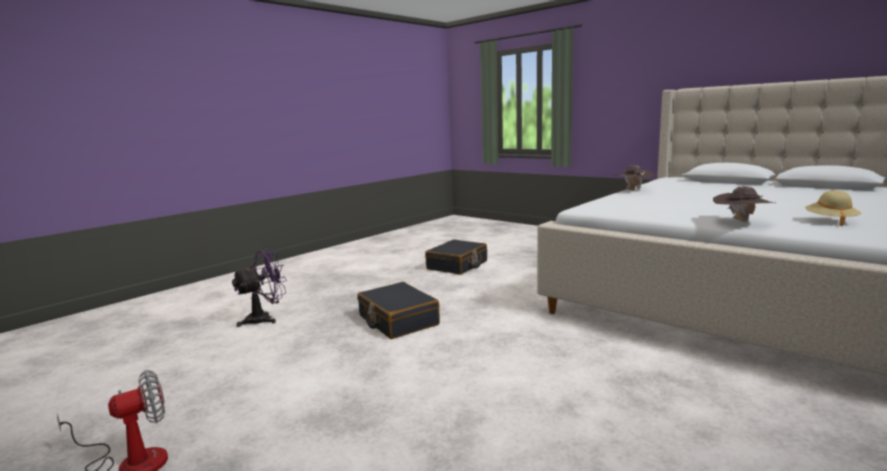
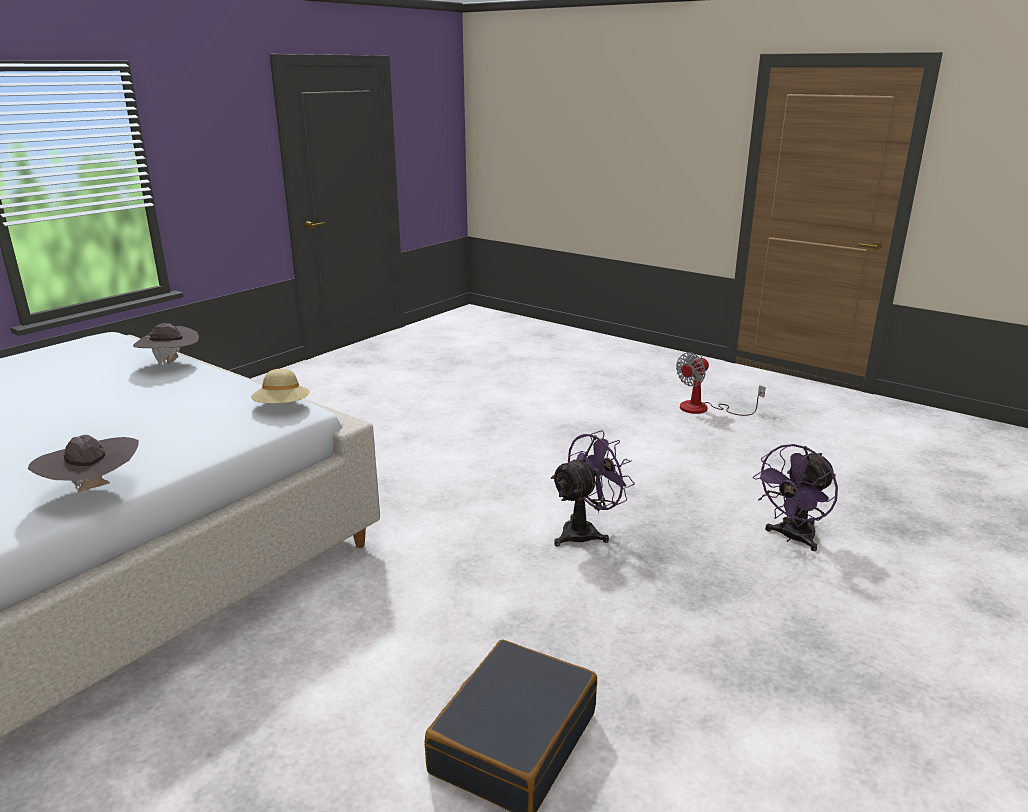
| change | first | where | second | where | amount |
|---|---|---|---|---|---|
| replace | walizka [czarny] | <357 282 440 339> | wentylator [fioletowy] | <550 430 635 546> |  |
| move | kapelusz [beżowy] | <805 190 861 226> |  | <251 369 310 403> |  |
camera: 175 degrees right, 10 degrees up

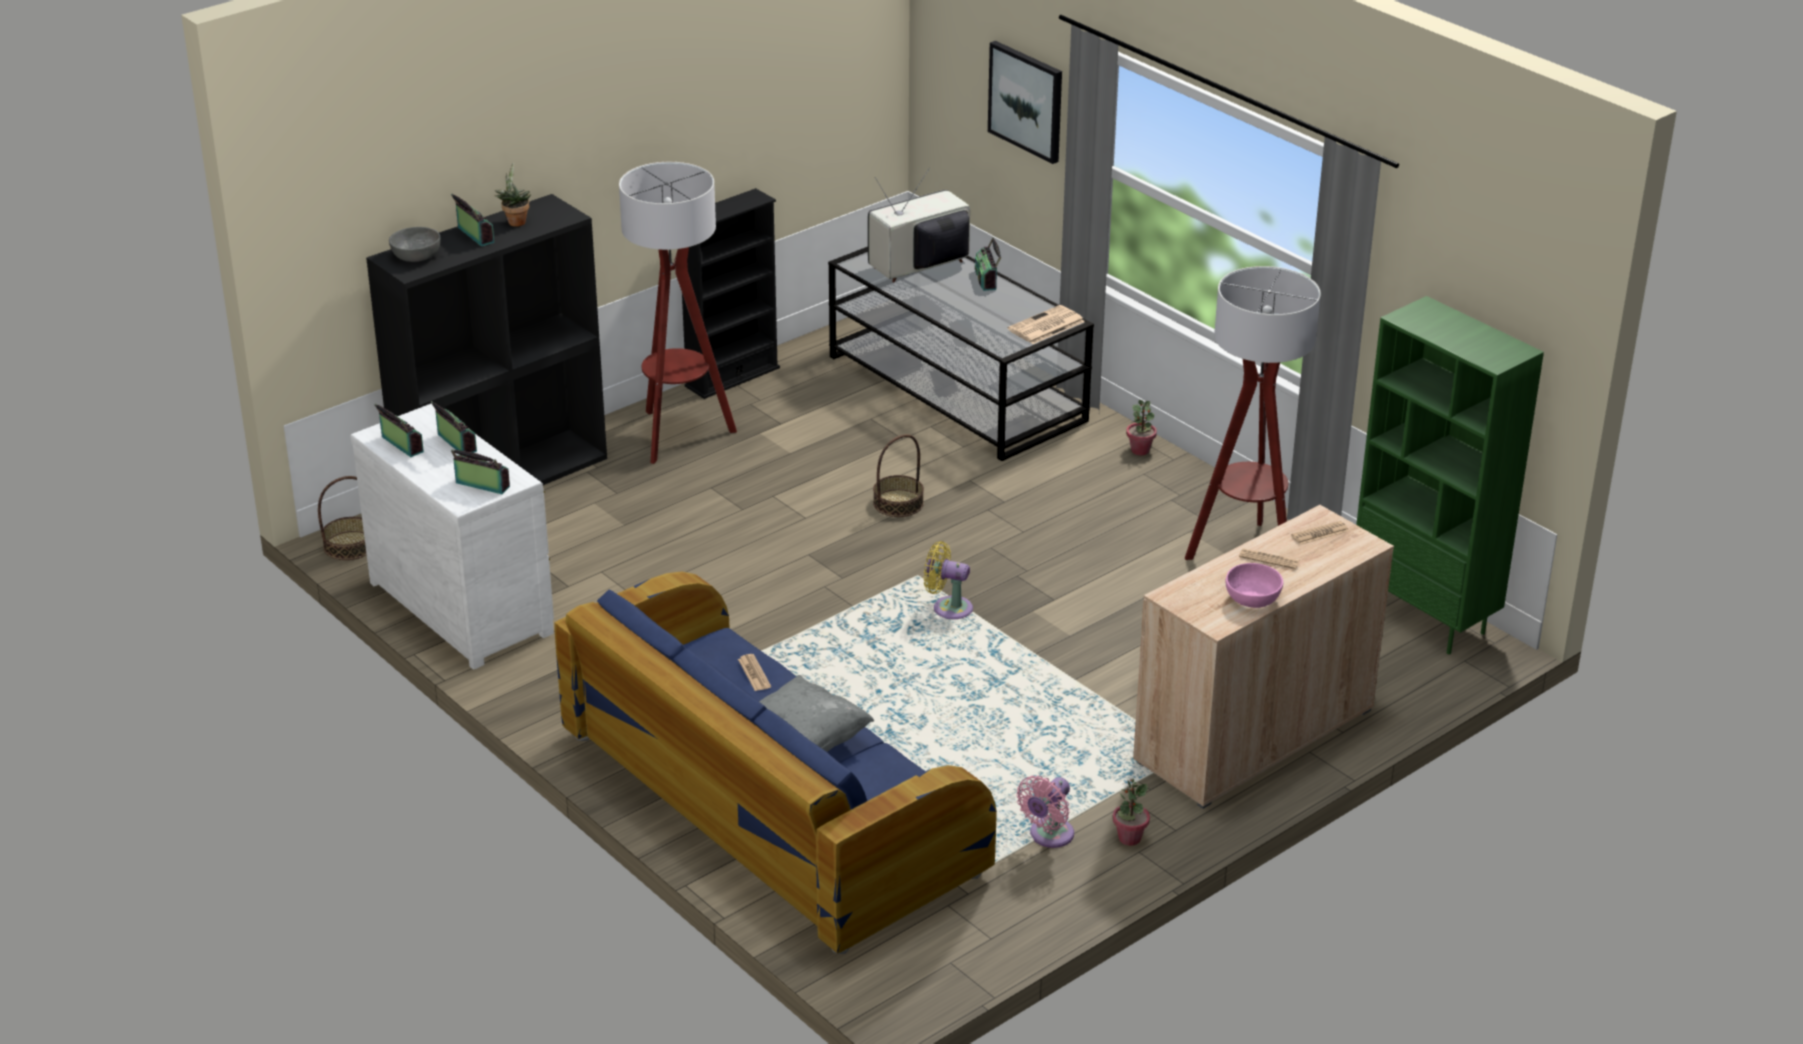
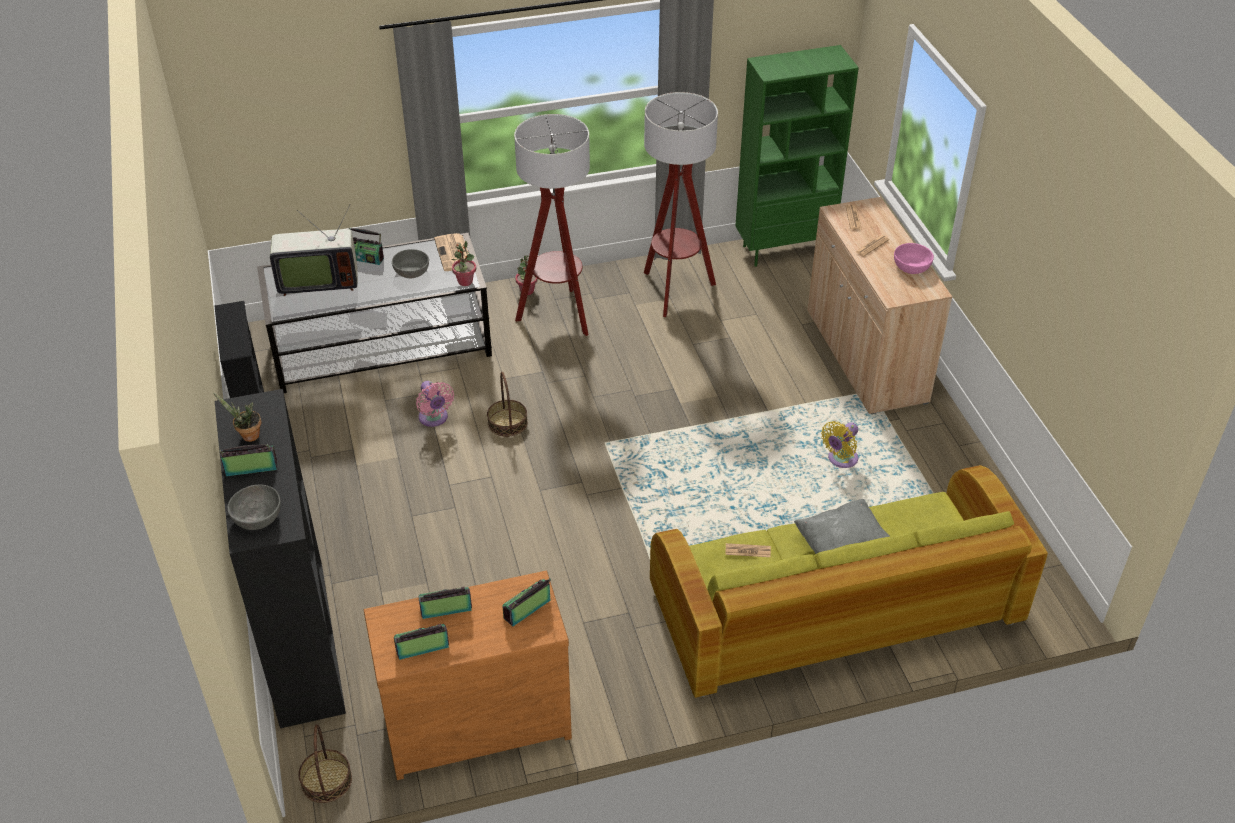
| change | first | where | second | where | amount |
|---|---|---|---|---|---|
| recolor | komoda [biały] | <350 404 554 670> | komoda [brązowy] | <364 570 572 780> |  |
| recolor | kanapa [niebieski] | <554 571 997 954> | kanapa [zielony] | <650 465 1048 698> |  |
| move | lampa stojąca | <619 162 737 464> |  | <514 114 590 336> |  |
| rotate | telewizor | <868 167 970 283> |  | <270 204 357 296> | 90 degrees counterclockwise |
| move | wentylator [żółty] | <923 541 973 619> |  | <821 421 858 468> |  |
| delete | obraz | <988 41 1062 164> |  |  |  |
| move | wentylator [różowy] | <1016 776 1074 848> |  | <416 381 454 427> |  |
| move | roślina doniczkowa | <1112 779 1150 846> |  | <451 241 476 286> |  |
| insert |  |  | miska [szary] | <392 249 429 278> |  |
camera: 65 degrees left, 10 degrees up

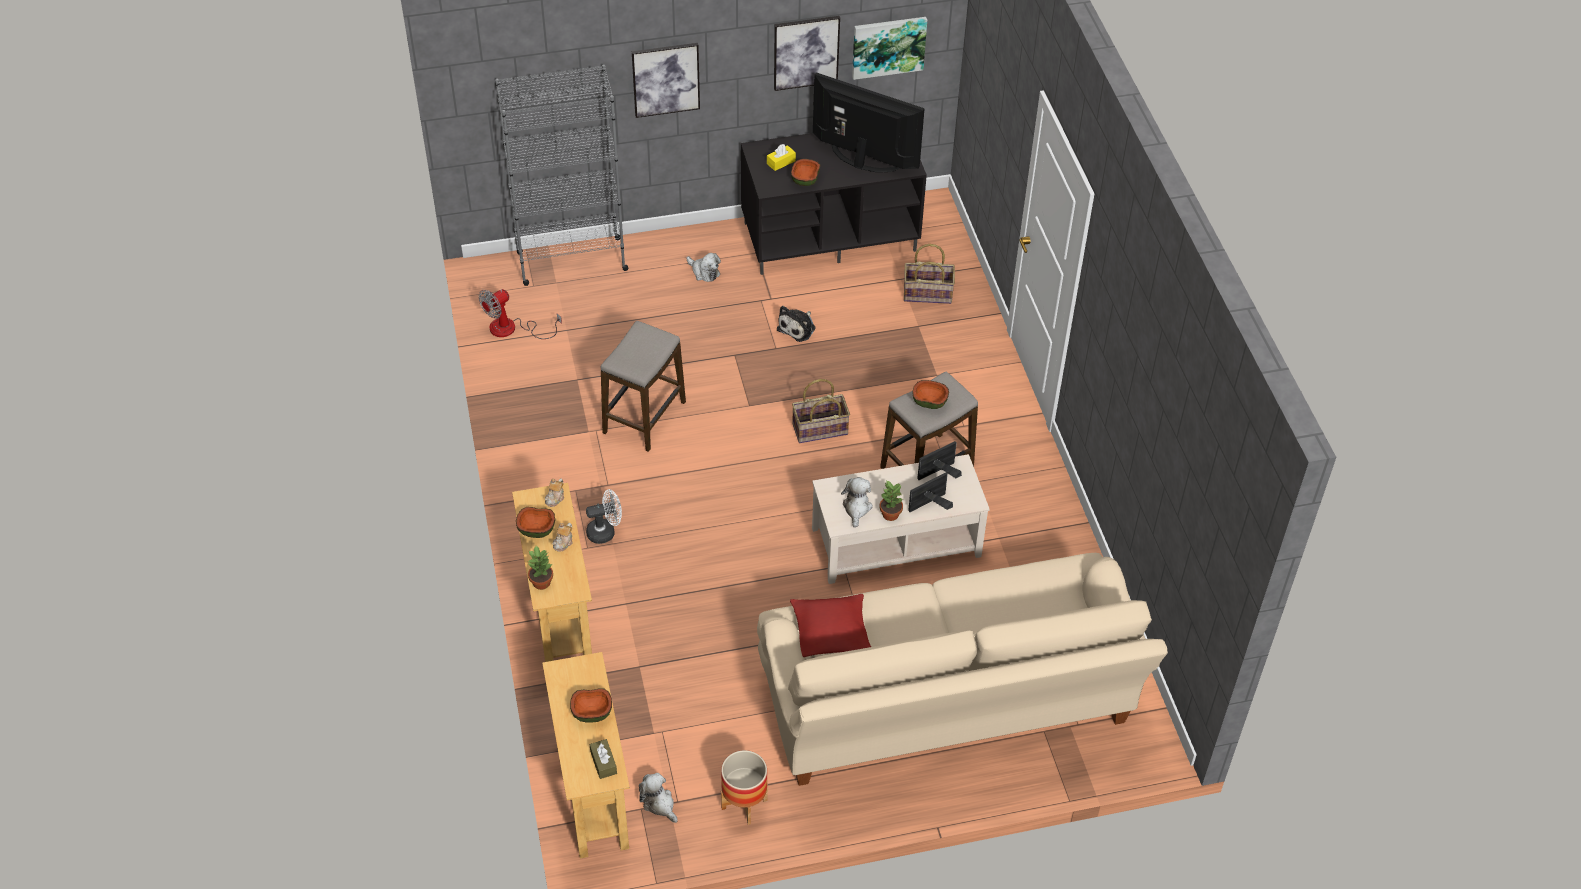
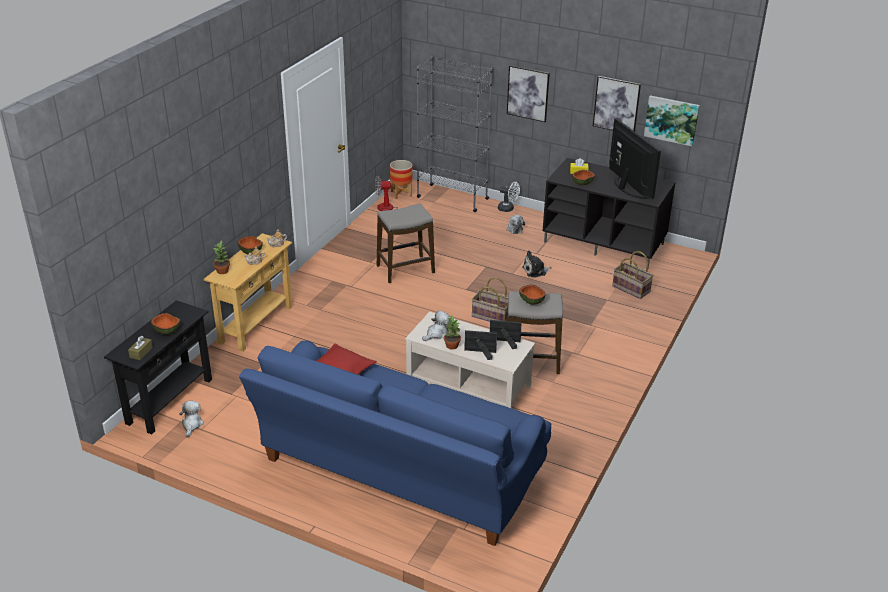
| change | first | where | second | where | amount |
|---|---|---|---|---|---|
| recolor | stolik konsolowy [beżowy] | <542 652 630 859> | stolik konsolowy [czarny] | <104 300 212 435> |  |
| move | wentylator [biały] | <586 489 622 544> |  | <498 182 520 212> |  |
| move | donica | <721 750 768 825> |  | <390 160 413 199> |  |
| recolor | kanapa [beżowy] | <757 553 1168 786> | kanapa [niebieski] | <239 340 551 546> |  |
camera: 40 degrees right, 15 degrees down

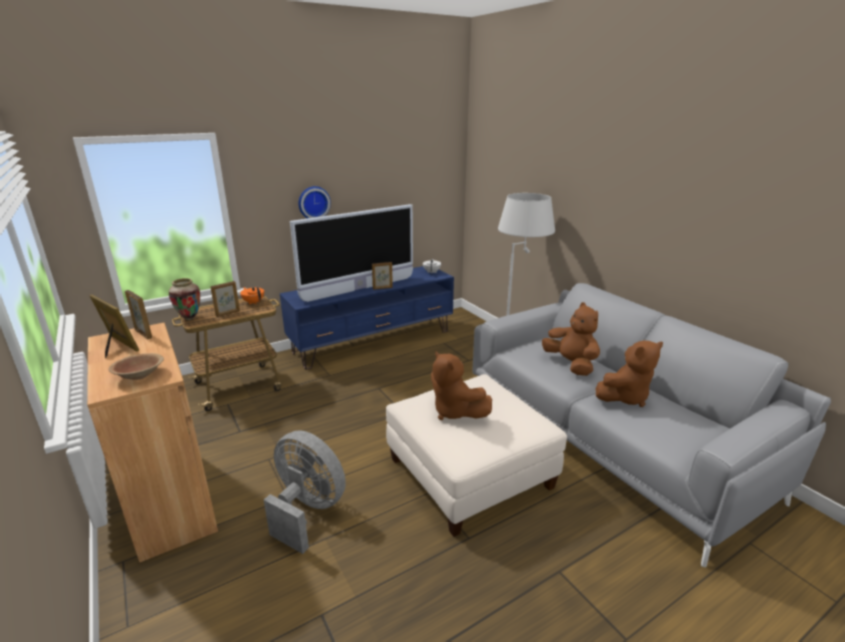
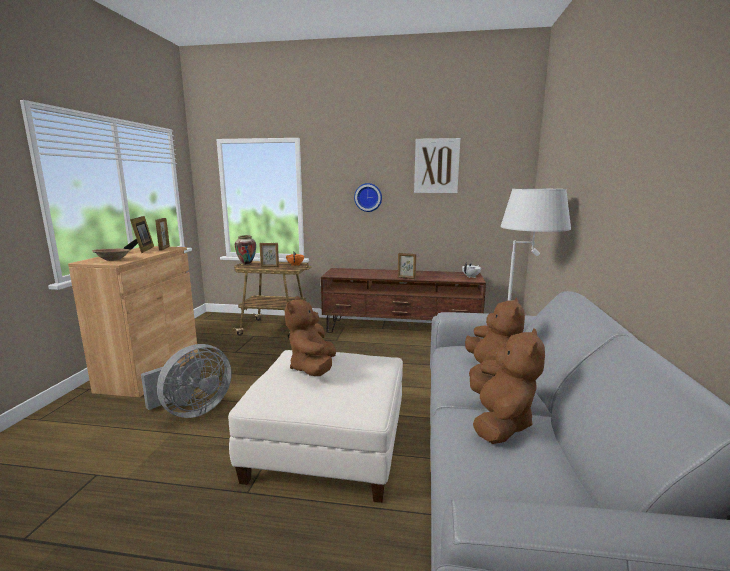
| change | first | where | second | where | amount |
|---|---|---|---|---|---|
| rotate | wentylator [szary] | <264 430 346 554> |  | <141 344 232 418> | 60 degrees clockwise |
| recolor | szafka pod telewizor [niebieski] | <280 266 454 370> | szafka pod telewizor [brązowy] | <321 268 486 333> |  |
| delete | telewizor | <290 204 413 302> |  |  |  |
| rotate | pluszak [brązowy] | <596 340 663 407> |  | <470 328 545 444> | 90 degrees counterclockwise |
| insert |  |  | obraz | <414 138 460 193> |  |
camera: 40 degrees right, 10 degrees down

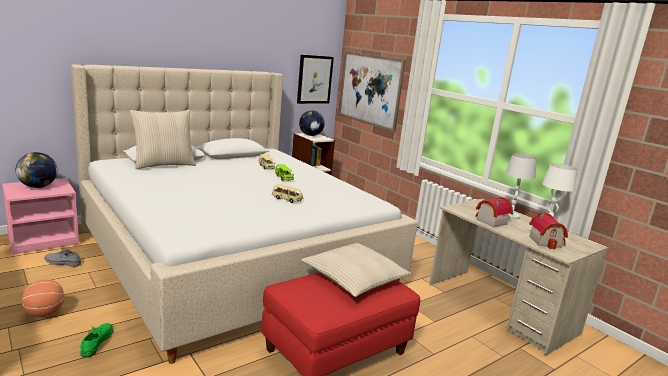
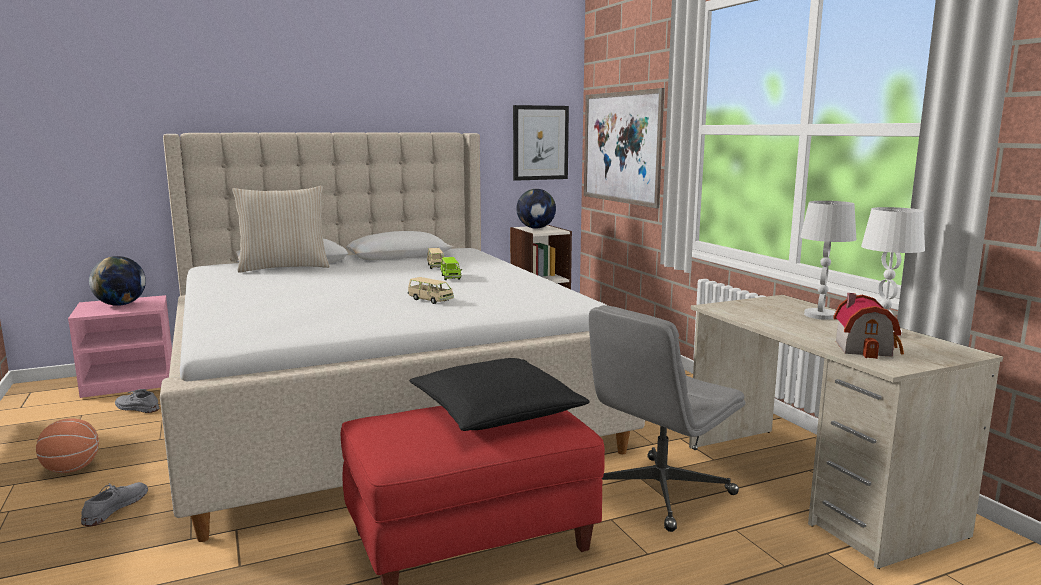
| change | first | where | second | where | amount |
|---|---|---|---|---|---|
| recolor | but [zielony] | <81 323 113 357> | but [szary] | <81 482 148 527> |  |
| recolor | poduszka [beżowy] | <301 243 411 297> | poduszka [czarny] | <409 358 590 431> |  |
| delete | domek | <475 197 513 227> |  |  |  |
| insert |  |  | krzesło biurowe [szary] | <589 305 745 532> |  |
camera: 15 degrees right, 5 degrees down

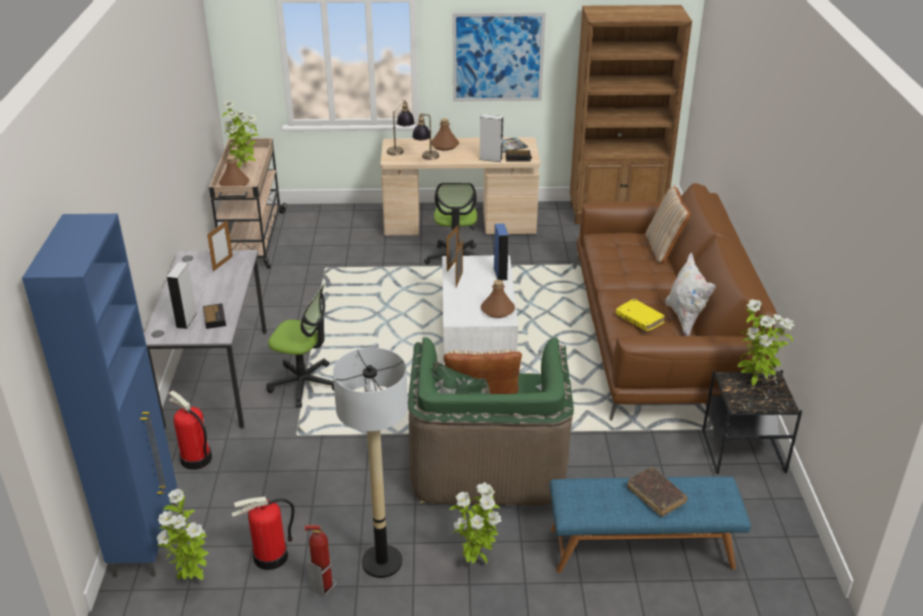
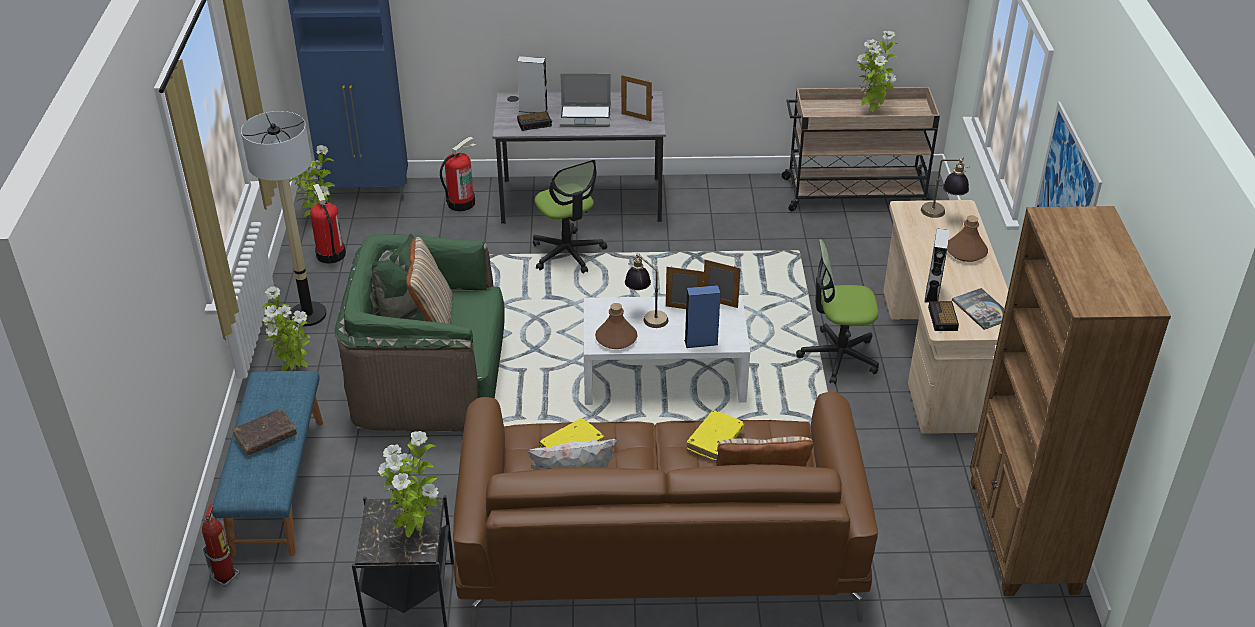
| change | first | where | second | where | amount |
|---|---|---|---|---|---|
| delete | butelka [brązowy] | <219 156 249 186> |  |  |  |
| rotate | krzesło biurowe | <266 283 334 408> |  | <533 160 607 274> | 45 degrees counterclockwise |
| move | gaśnica | <304 525 337 597> |  | <202 504 239 587> |  |
| move | lampa stołowa | <412 113 439 160> |  | <625 253 668 328> |  |
| insert |  |  | laptop | <560 73 611 127> |  |
| insert |  |  | książka [żółty] | <687 410 745 461> |  |
camera: 90 degrees right, 5 degrees up

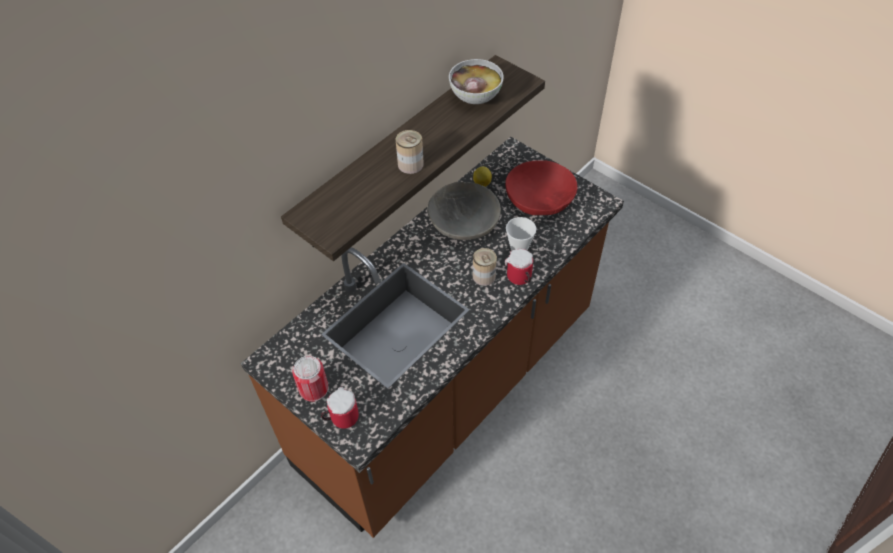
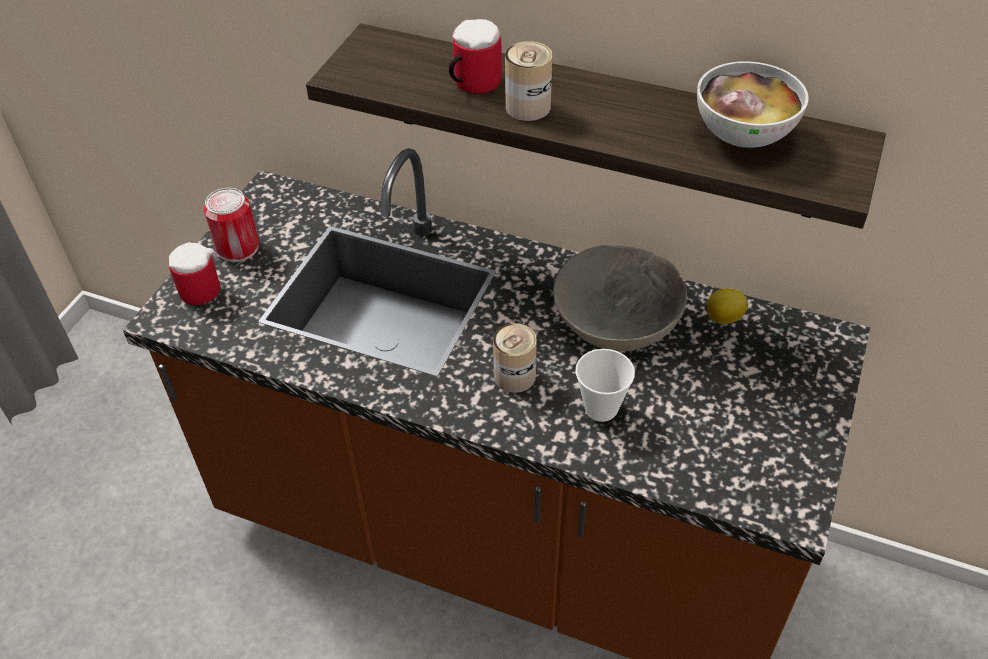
| change | first | where | second | where | amount |
|---|---|---|---|---|---|
| delete | miska [czerwony] | <505 160 578 215> |  |  |  |
| move | kubek | <505 249 533 285> |  | <449 19 502 94> |  |
camera: 70 degrees right, 5 degrees down

